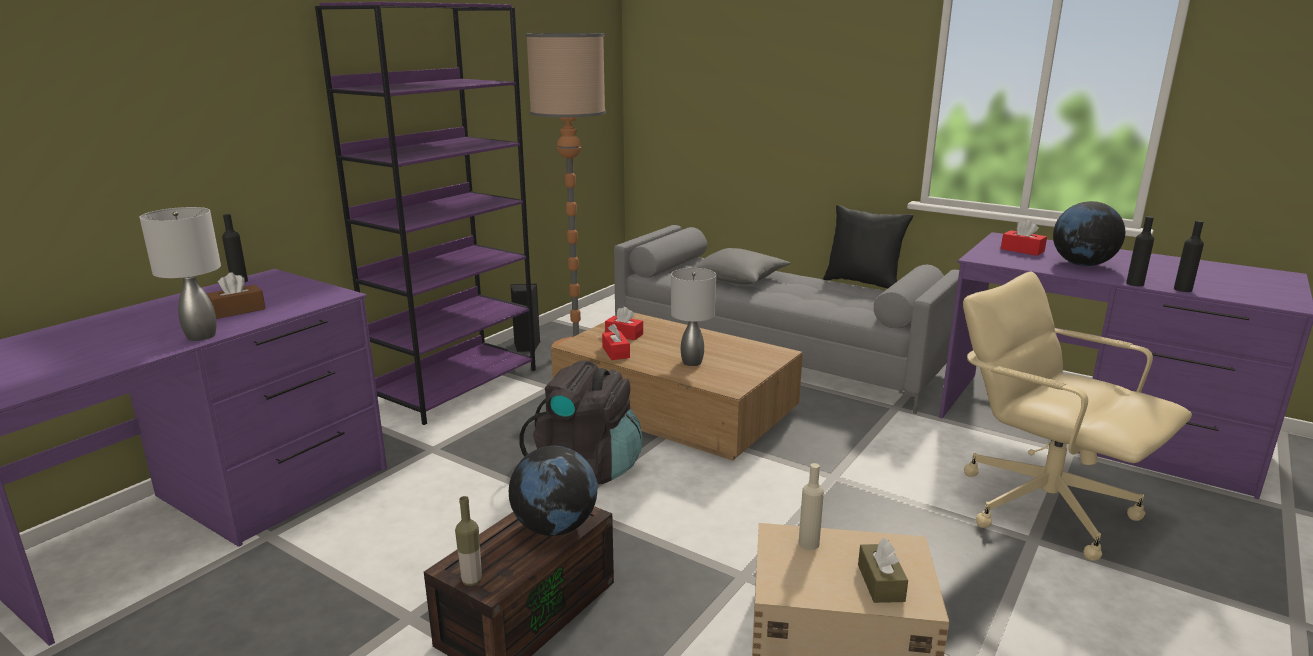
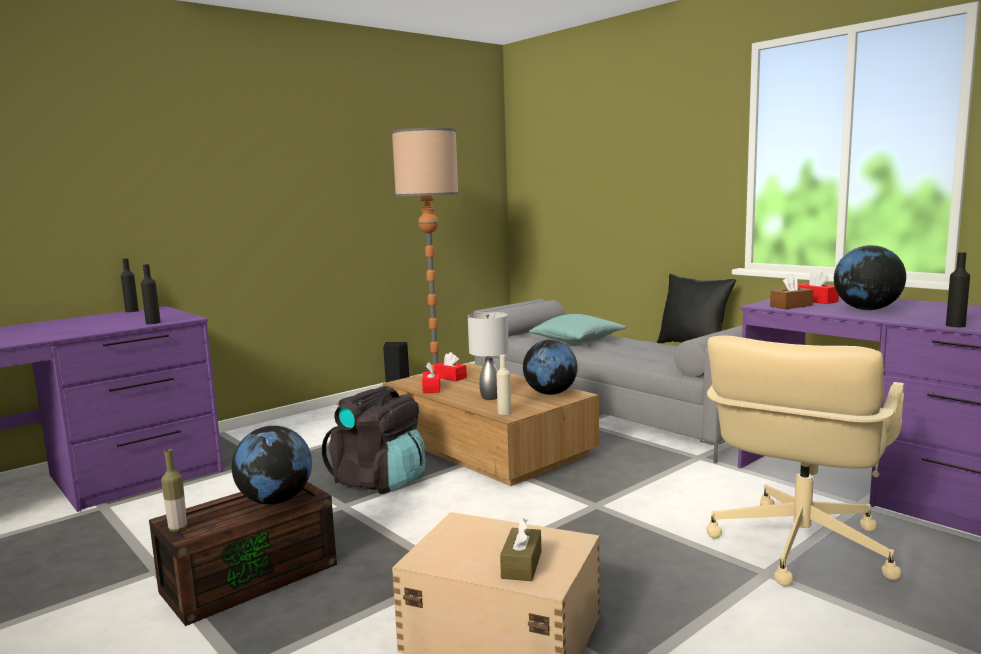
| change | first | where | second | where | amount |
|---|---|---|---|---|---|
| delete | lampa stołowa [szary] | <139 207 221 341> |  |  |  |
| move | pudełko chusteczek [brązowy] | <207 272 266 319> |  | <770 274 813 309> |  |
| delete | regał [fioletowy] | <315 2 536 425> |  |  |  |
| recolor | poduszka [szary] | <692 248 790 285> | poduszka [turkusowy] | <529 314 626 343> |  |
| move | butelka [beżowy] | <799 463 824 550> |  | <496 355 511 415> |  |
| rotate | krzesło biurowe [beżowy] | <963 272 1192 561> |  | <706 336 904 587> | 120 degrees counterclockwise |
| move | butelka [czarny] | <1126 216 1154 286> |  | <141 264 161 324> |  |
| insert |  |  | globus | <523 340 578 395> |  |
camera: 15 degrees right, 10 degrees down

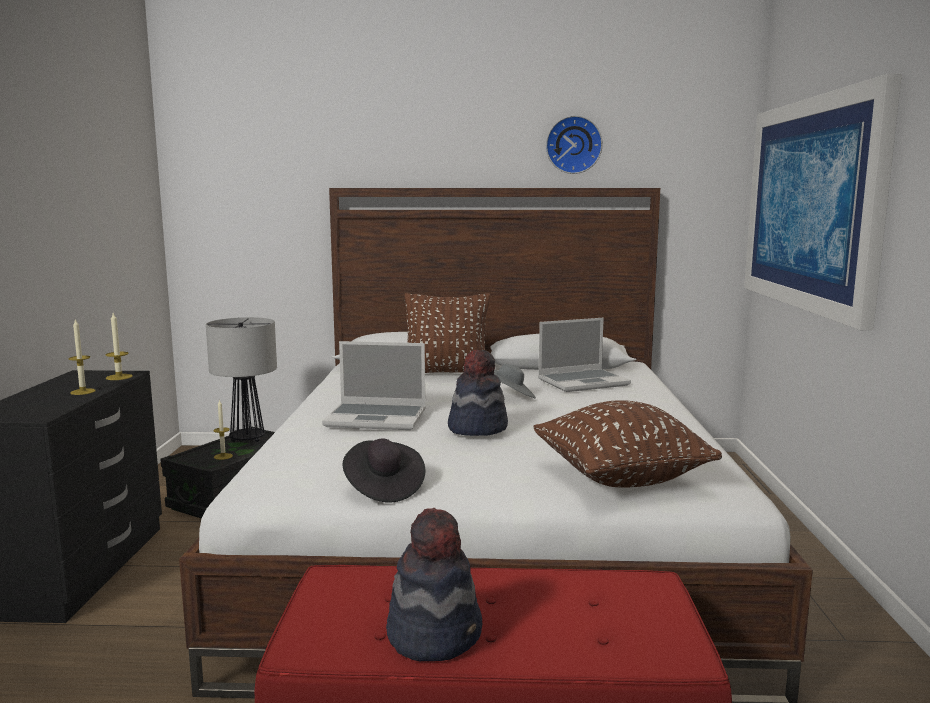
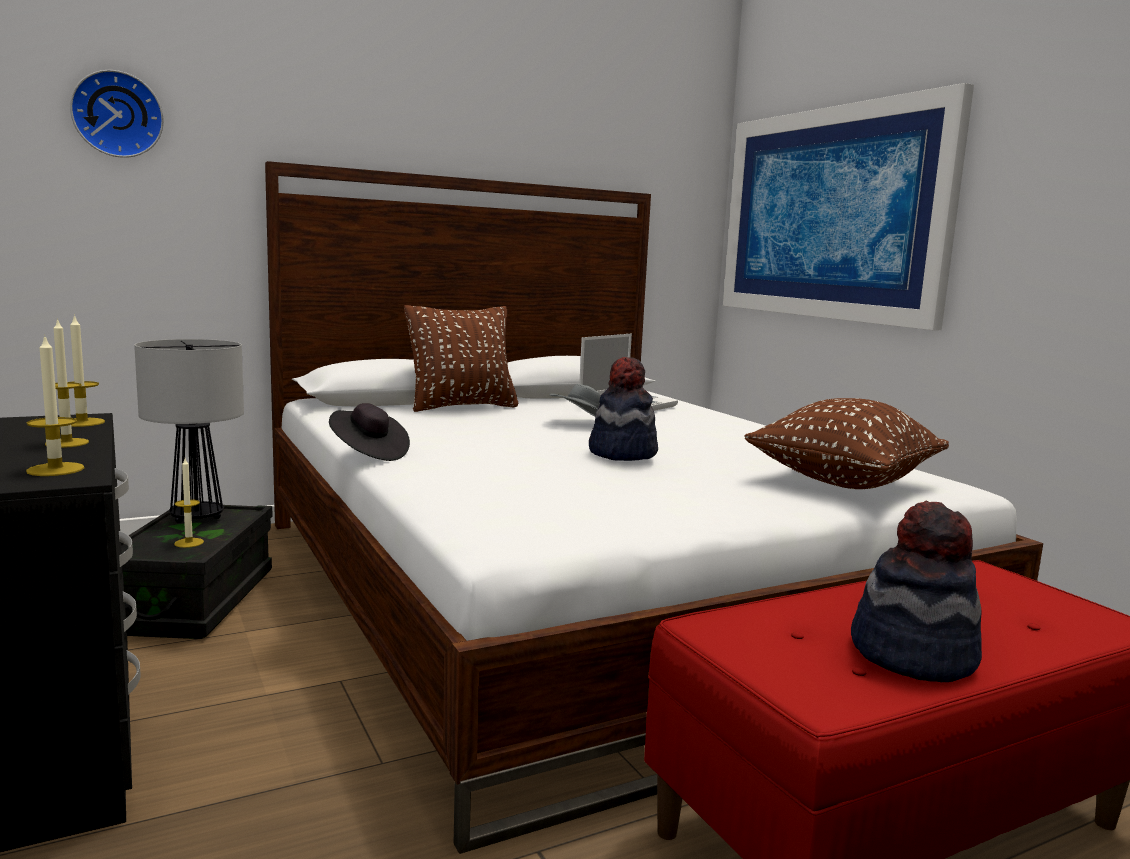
| change | first | where | second | where | amount |
|---|---|---|---|---|---|
| delete | laptop | <322 341 426 430> |  |  |  |
| move | kapelusz [czarny] | <343 439 426 503> |  | <329 403 410 461> |  |
| move | zegar ścienny | <546 116 603 174> |  | <70 70 164 158> |  |
| insert |  |  | świeca | <26 334 84 476> |  |
camera: 30 degrees left, 0 degrees up

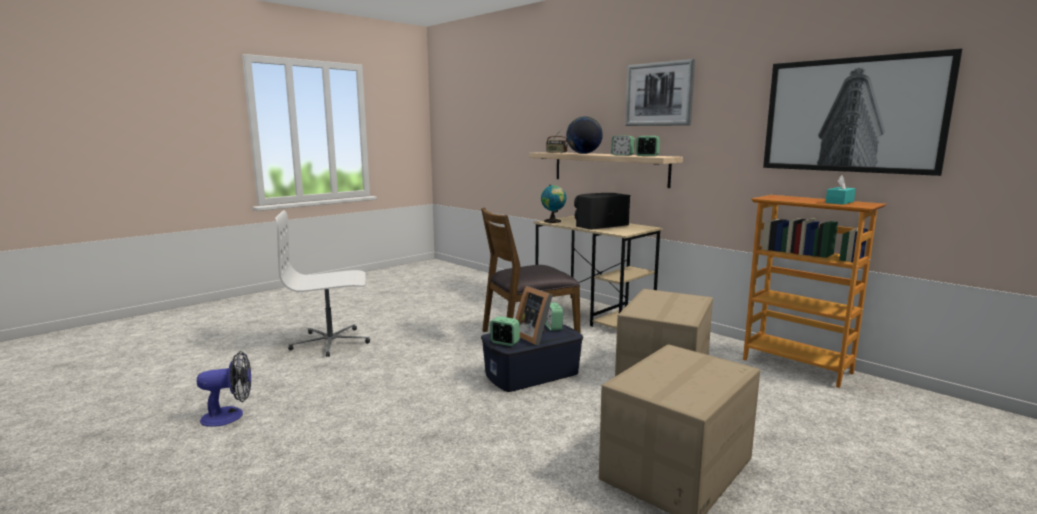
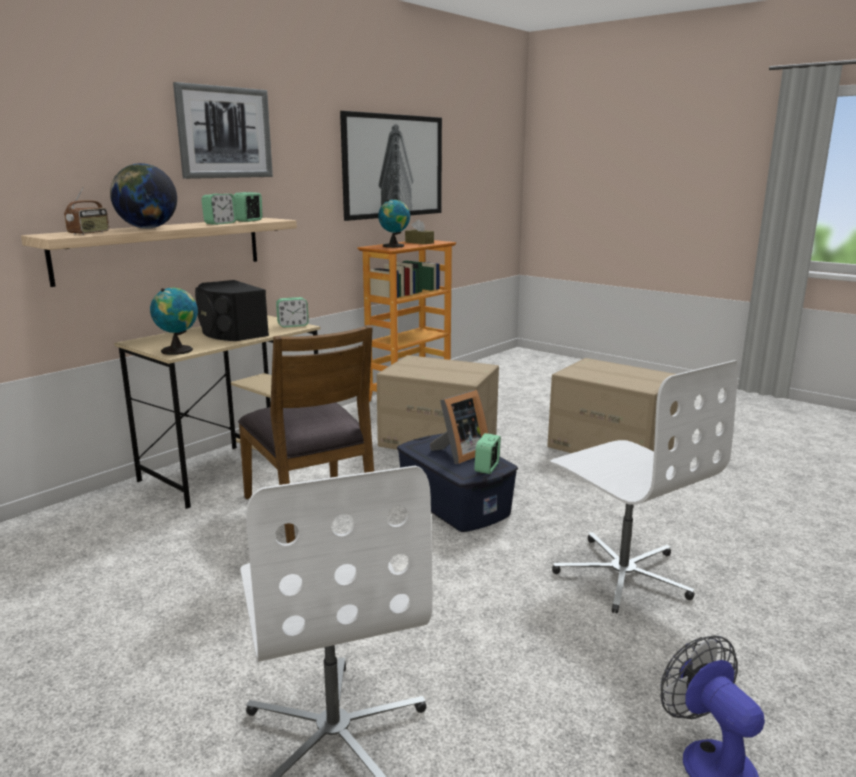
| change | first | where | second | where | amount |
|---|---|---|---|---|---|
| move | budzik | <545 303 563 331> |  | <276 297 309 327> |  |
| recolor | pudełko chusteczek [turkusowy] | <825 176 856 205> | pudełko chusteczek [brązowy] | <405 219 434 244> |  |
| insert |  |  | globus | <378 199 410 248> |  |
| insert |  |  | krzesło biurowe [biały] | <550 360 738 613> |  |
camera: 95 degrees left, 5 degrees up

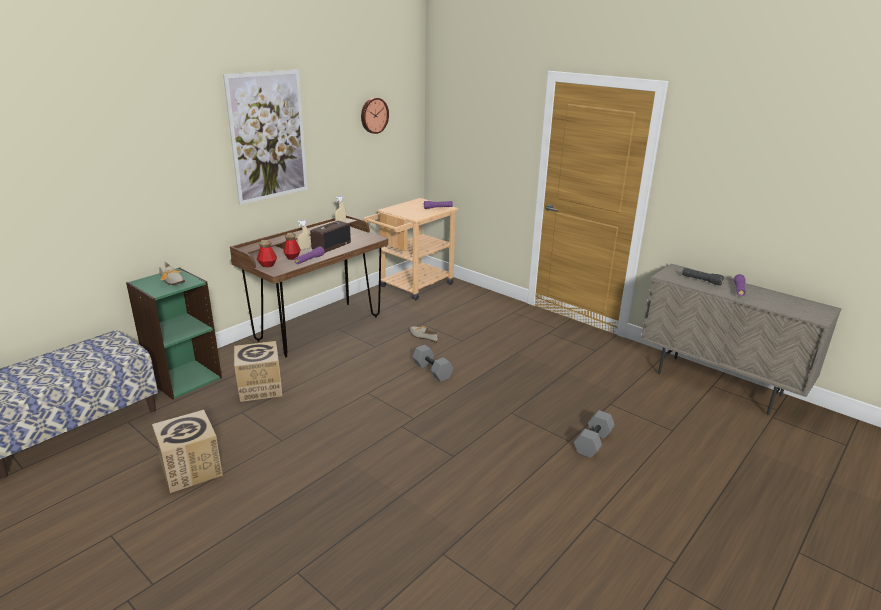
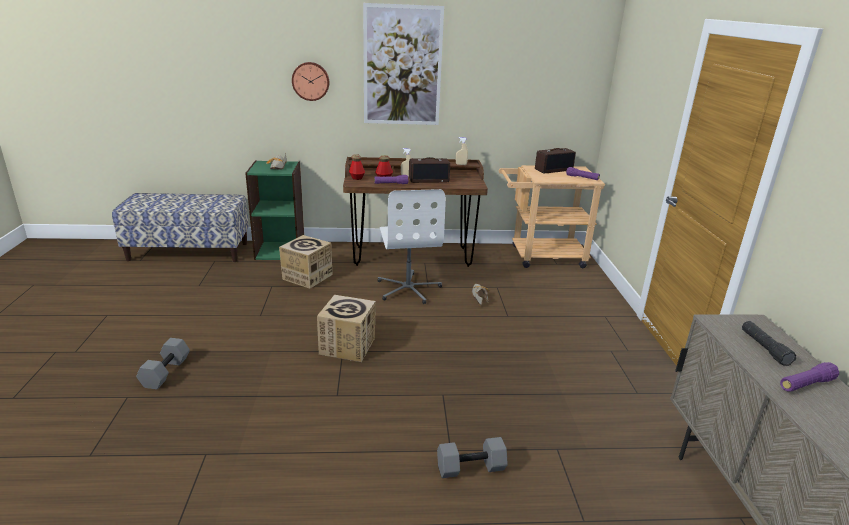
| change | first | where | second | where | amount |
|---|---|---|---|---|---|
| move | karton | <152 410 223 493> |  | <317 295 376 362> |  |
| move | zegar ścienny | <361 98 389 134> |  | <292 62 329 101> |  |
| move | hantel [szary] | <412 345 453 382> |  | <136 338 190 389> |  |
| insert |  |  | krzesło biurowe [biały] | <377 189 446 304> |  |
| insert |  |  | radio | <535 148 576 173> |  |
camera: 45 degrees right, 0 degrees up

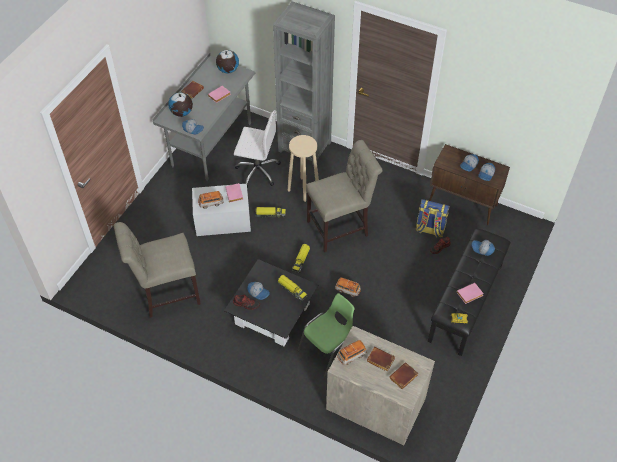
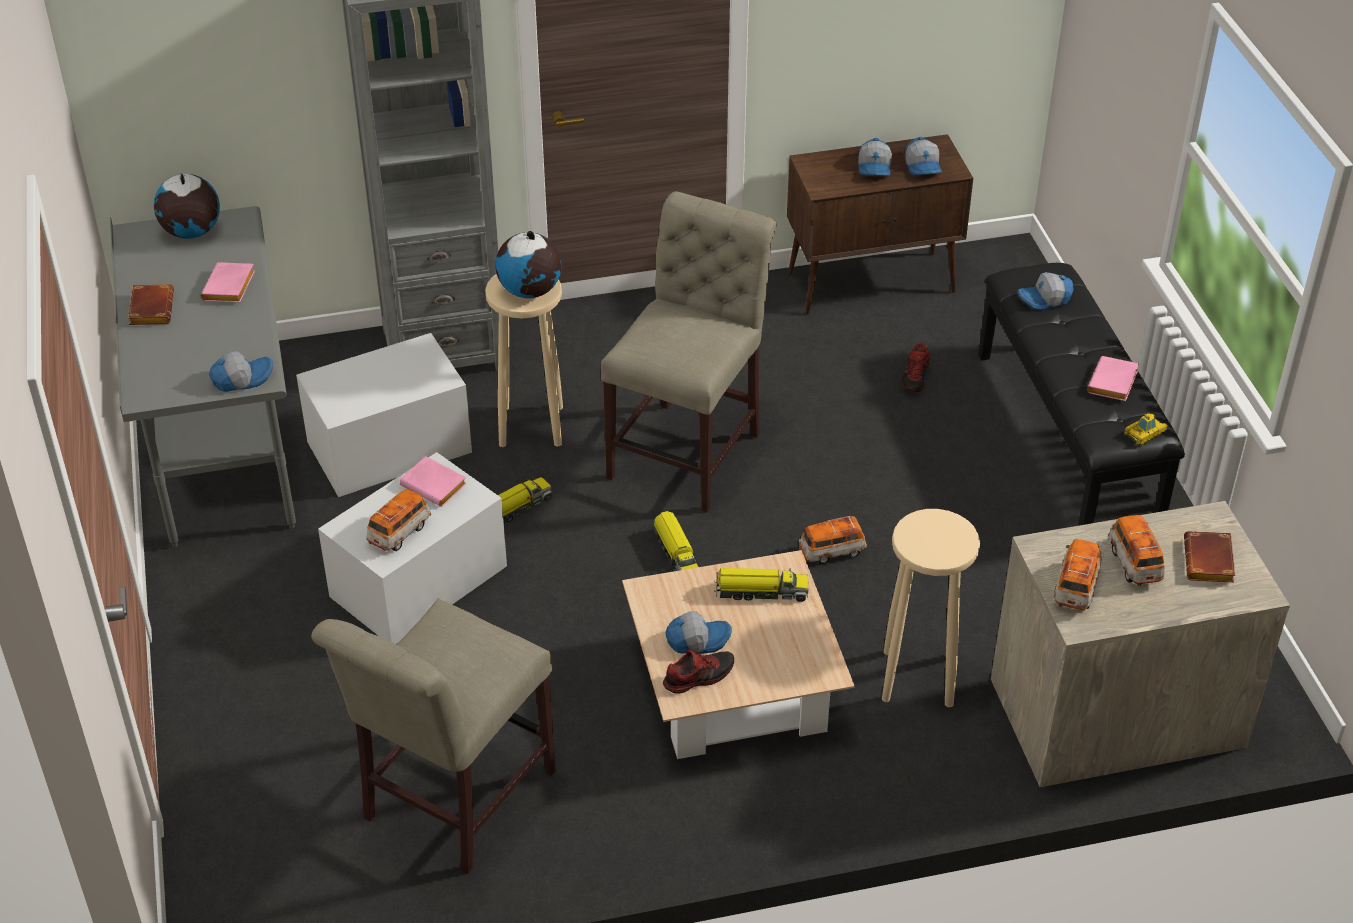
| change | first | where | second | where | amount |
|---|---|---|---|---|---|
| move | globus | <168 92 193 117> |  | <495 231 561 298> |  |
| recolor | ława [czarny] | <224 259 318 346> | ława [beżowy] | <622 550 855 759> |  |
| replace | krzesło biurowe [biały] | <234 110 281 188> | pojemnik do przechowywania [biały] | <296 333 472 497> |  |
| replace | krzesło [zielony] | <297 293 355 377> | stołek [beżowy] | <882 509 980 707> |  |
| replace | książka [brązowy] | <367 347 395 372> | samochodzik | <1108 515 1165 586> |  |
| delete | plecak | <415 199 450 238> |  |  |  |
camera: 40 degrees left, 10 degrees down

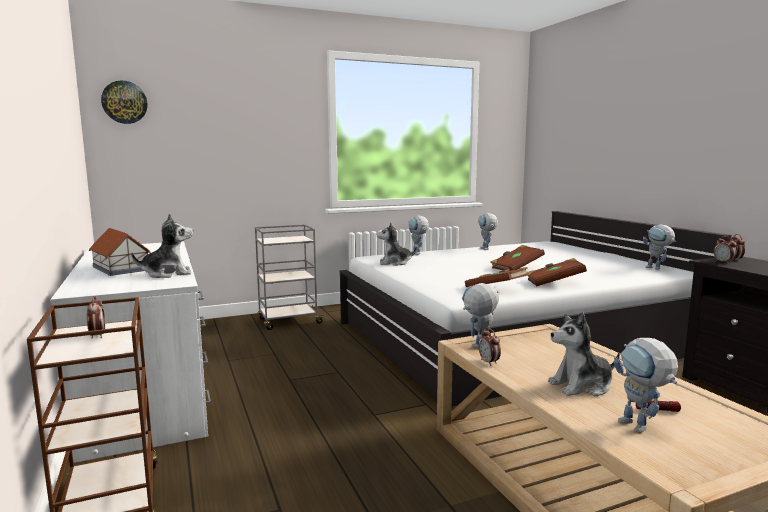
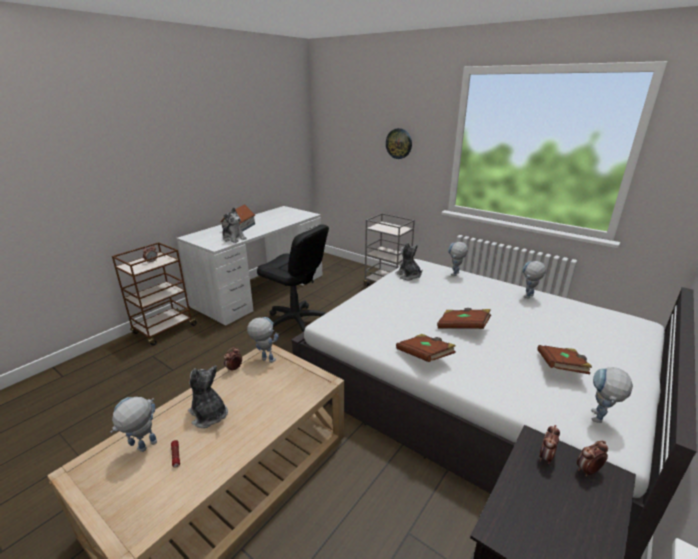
| change | first | where | second | where | amount |
|---|---|---|---|---|---|
| move | zegar ścienny | <101 81 147 124> |  | <386 128 412 159> |  |
| move | książka [brązowy] | <465 267 529 287> |  | <538 345 592 374> |  |
| insert |  |  | krzesło biurowe [czarny] | <257 224 329 332> |  |
camera: 60 degrees right, 15 degrees up

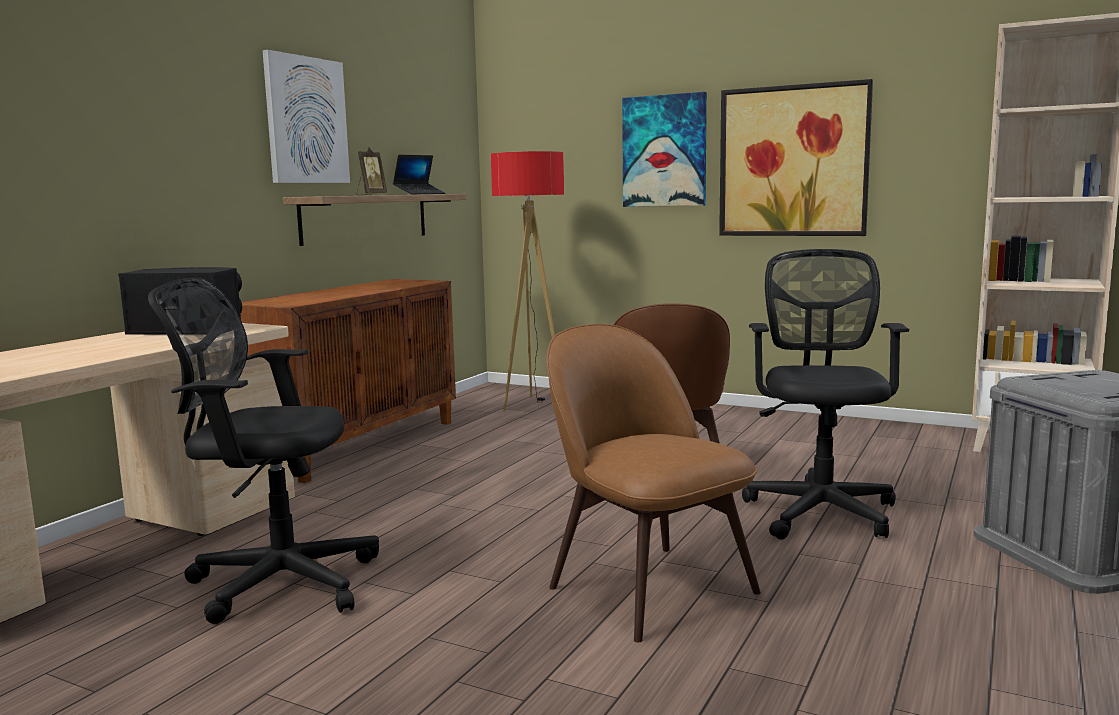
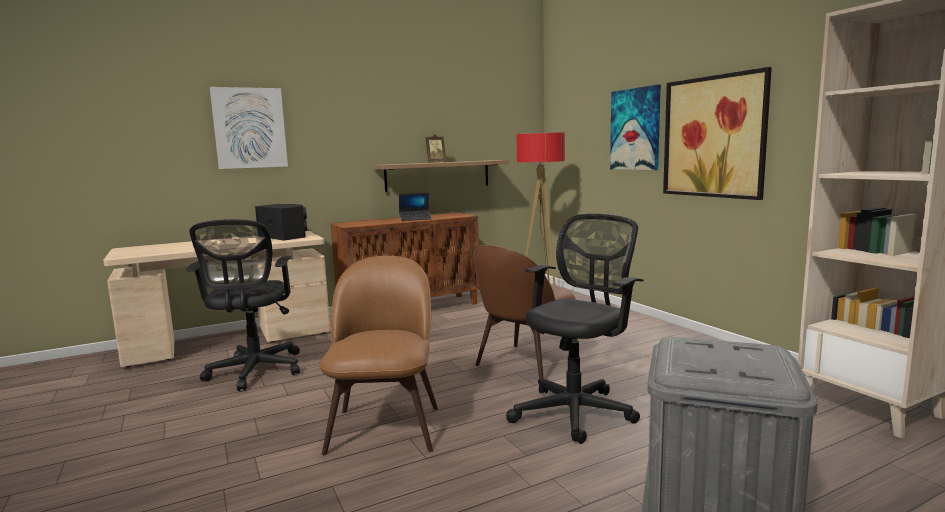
| change | first | where | second | where | amount |
|---|---|---|---|---|---|
| rotate | krzesło biurowe [czarny] | <148 278 379 624> |  | <187 219 300 391> | 135 degrees counterclockwise |
| move | obraz | <263 50 350 183> |  | <210 87 288 169> |  |
| move | laptop | <393 155 446 194> |  | <399 193 432 221> |  |
camera: 35 degrees right, 0 degrees up

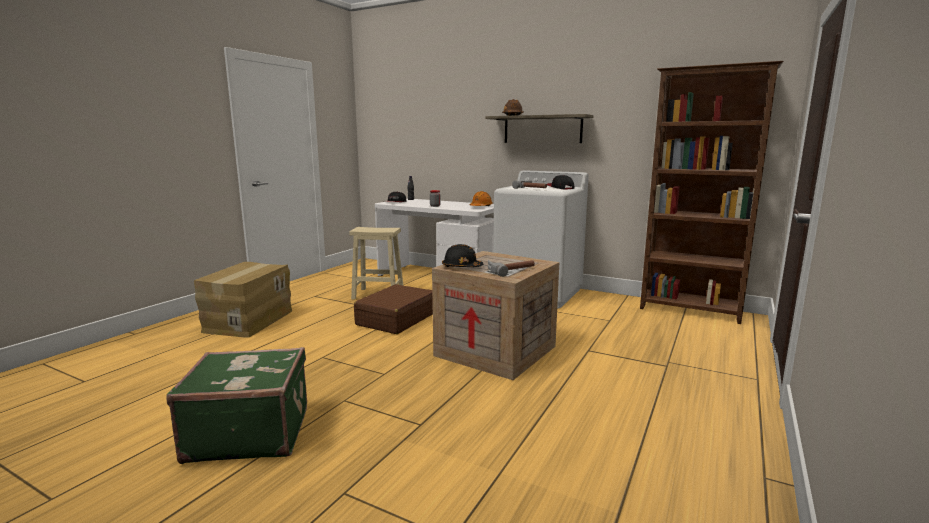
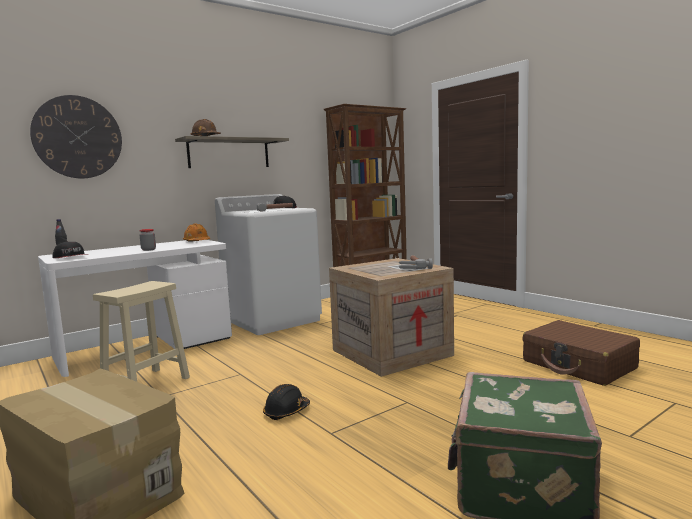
| change | first | where | second | where | amount |
|---|---|---|---|---|---|
| move | walizka [brązowy] | <354 284 433 334> |  | <522 320 640 386> |  |
| move | kask [czarny] | <442 244 483 267> |  | <263 384 310 420> |  |
| insert |  |  | zegar ścienny | <30 95 122 179> |  |
camera: 65 degrees left, 5 degrees down

